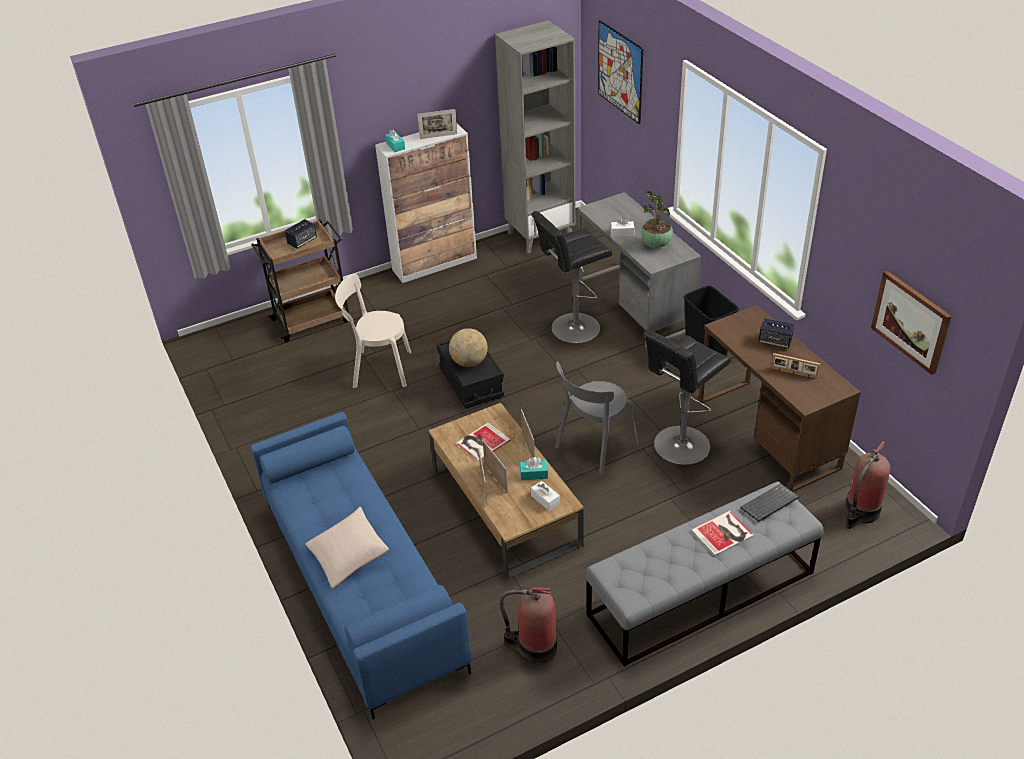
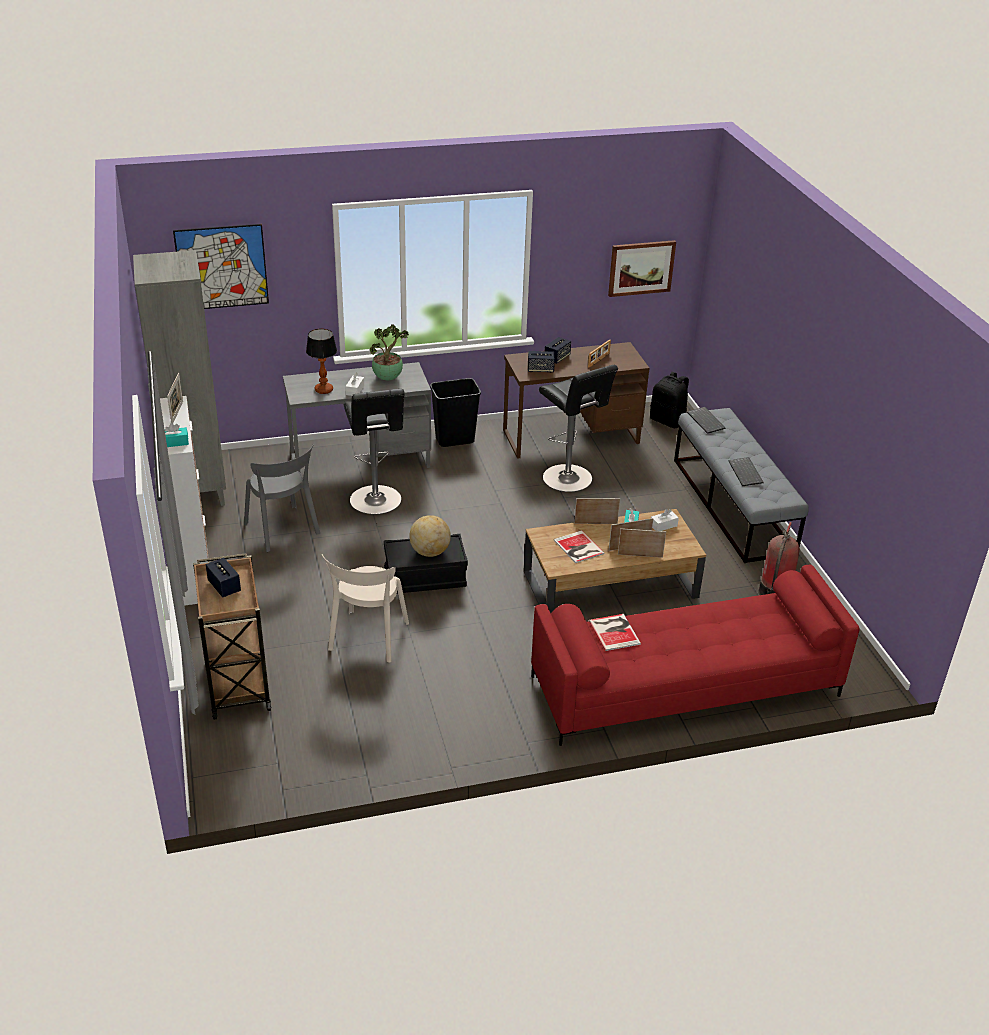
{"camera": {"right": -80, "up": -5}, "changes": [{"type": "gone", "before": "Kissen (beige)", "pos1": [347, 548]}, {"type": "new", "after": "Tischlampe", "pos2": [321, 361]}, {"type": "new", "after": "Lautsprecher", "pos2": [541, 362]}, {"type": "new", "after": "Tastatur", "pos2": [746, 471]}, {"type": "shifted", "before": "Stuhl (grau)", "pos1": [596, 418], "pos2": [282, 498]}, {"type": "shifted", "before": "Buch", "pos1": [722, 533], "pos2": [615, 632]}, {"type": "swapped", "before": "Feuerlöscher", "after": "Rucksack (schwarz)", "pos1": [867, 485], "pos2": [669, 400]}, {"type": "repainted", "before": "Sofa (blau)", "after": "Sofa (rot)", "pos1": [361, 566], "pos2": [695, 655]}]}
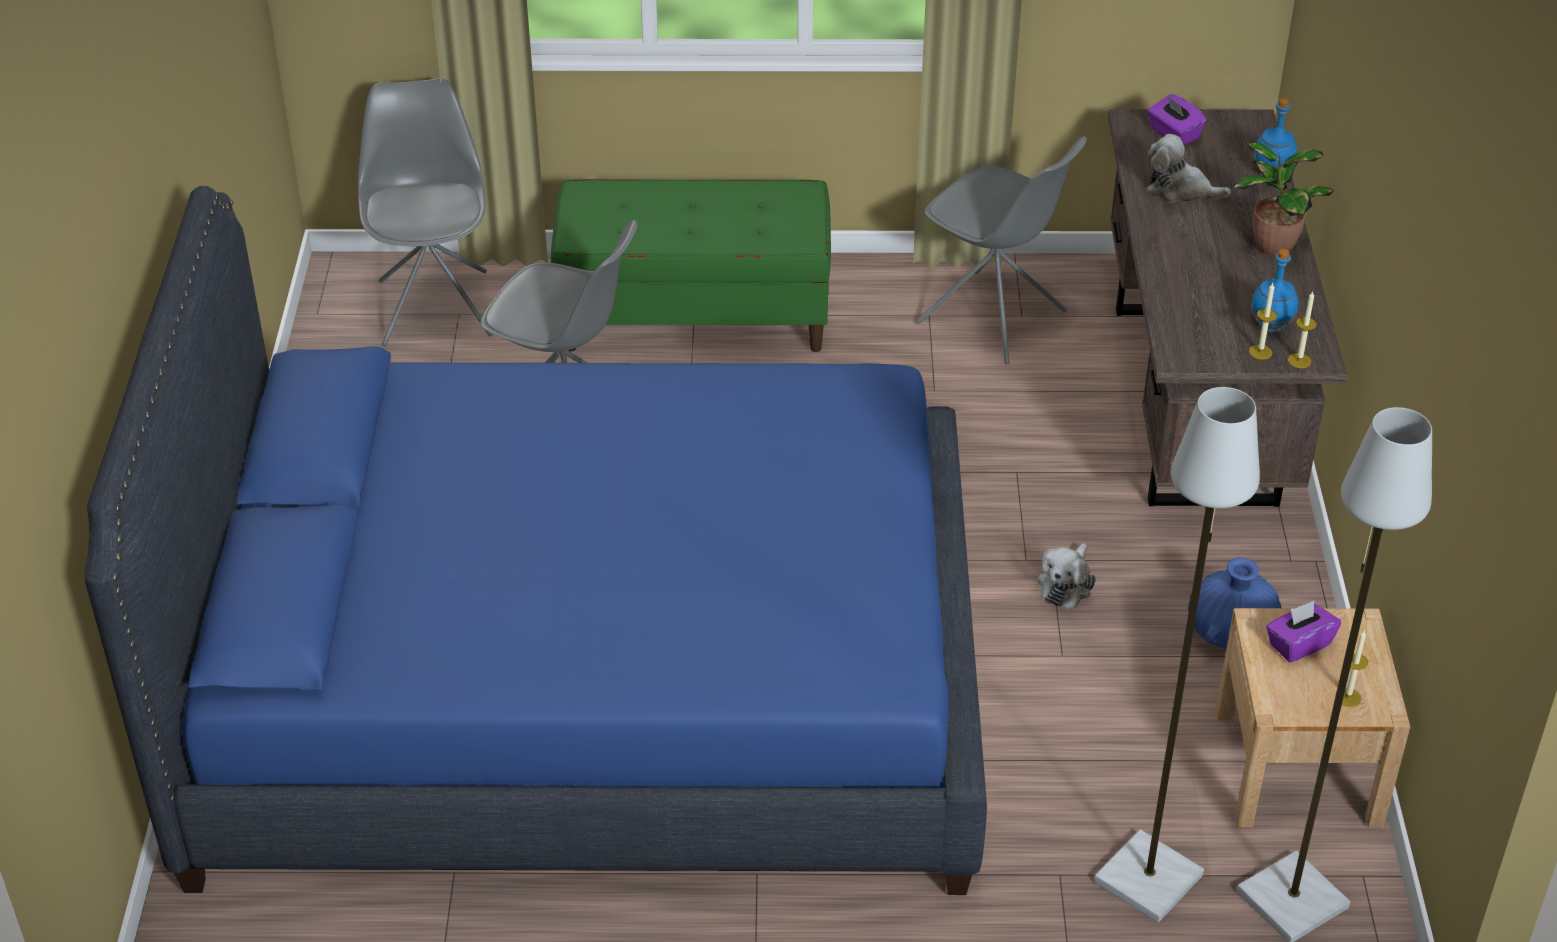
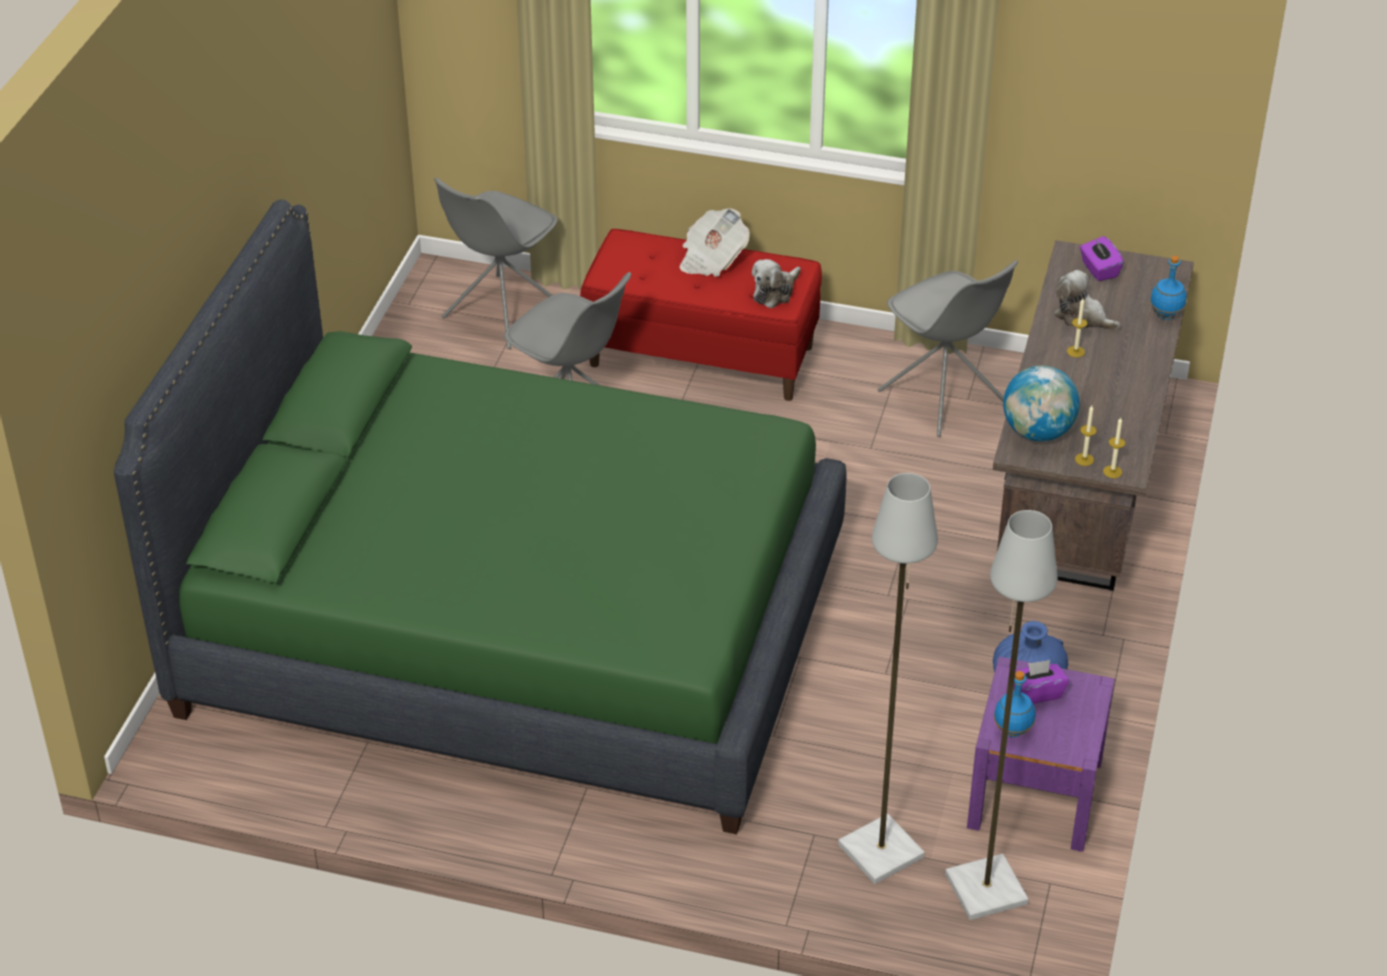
{"camera": {"right": 15, "up": 0}, "changes": [{"type": "gone", "before": "Topfpflanze", "pos1": [1283, 199]}, {"type": "new", "after": "Zeitung", "pos2": [715, 242]}, {"type": "new", "after": "Globus", "pos2": [1041, 403]}, {"type": "shifted", "before": "Plüschtier", "pos1": [1066, 576], "pos2": [776, 283]}, {"type": "shifted", "before": "Flasche (blau)", "pos1": [1274, 290], "pos2": [1015, 704]}, {"type": "shifted", "before": "Kerze", "pos1": [1351, 669], "pos2": [1077, 327]}, {"type": "repainted", "before": "Bett (blau)", "after": "Bett (grün)", "pos1": [536, 540], "pos2": [480, 517]}, {"type": "repainted", "before": "Bank (grün)", "after": "Bank (rot)", "pos1": [691, 265], "pos2": [701, 315]}, {"type": "repainted", "before": "Nachttisch (beige)", "after": "Nachttisch (lila)", "pos1": [1313, 718], "pos2": [1041, 754]}, {"type": "rotated", "before": "Stuhl (grau)", "pos1": [425, 212], "pos2": [495, 263], "turn": -150}]}
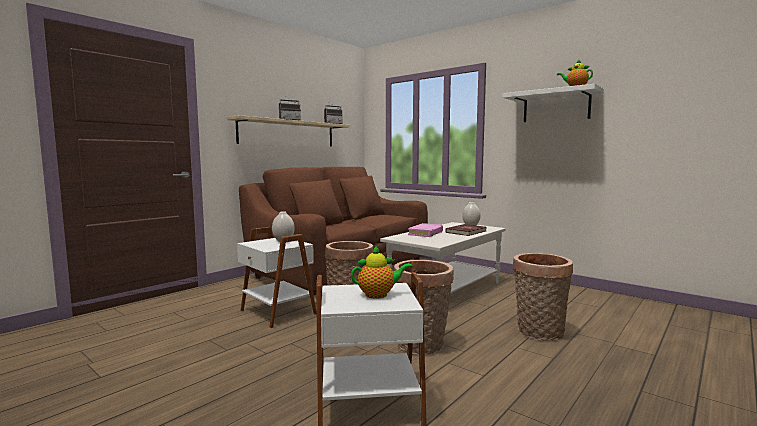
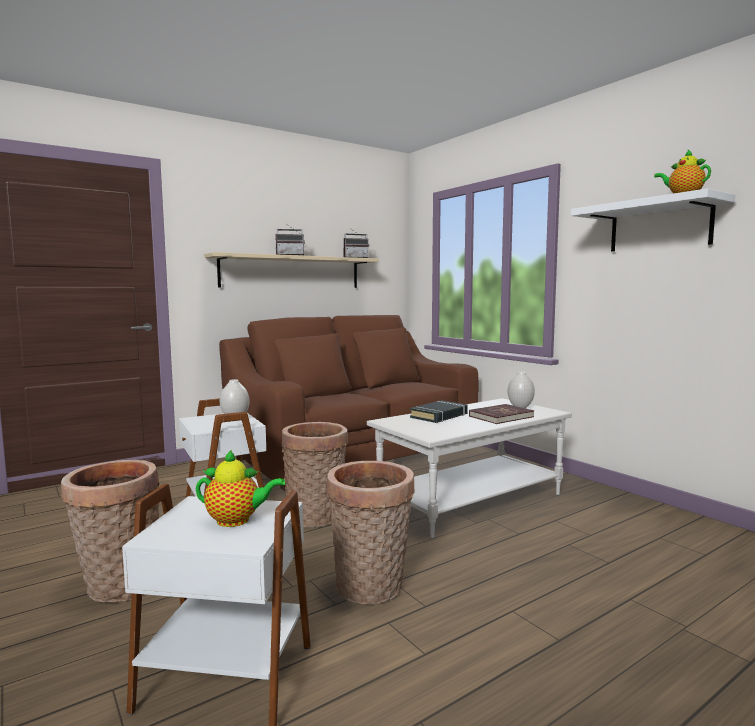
{"camera": {"right": 15, "up": 0}, "changes": [{"type": "shifted", "before": "Korb", "pos1": [543, 297], "pos2": [110, 531]}, {"type": "repainted", "before": "Buch (rosa)", "after": "Buch (schwarz)", "pos1": [425, 230], "pos2": [439, 411]}]}
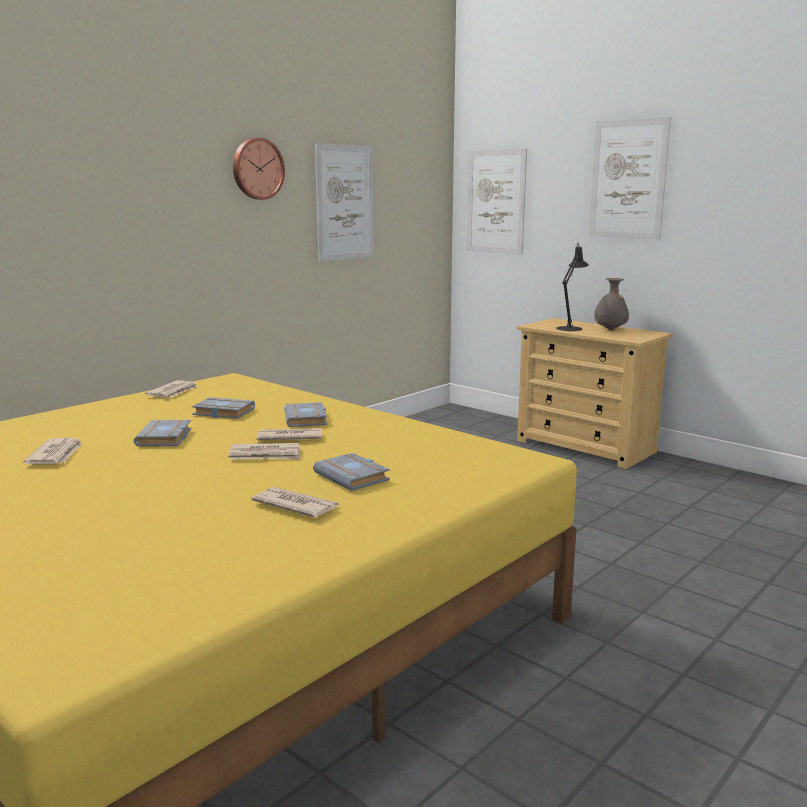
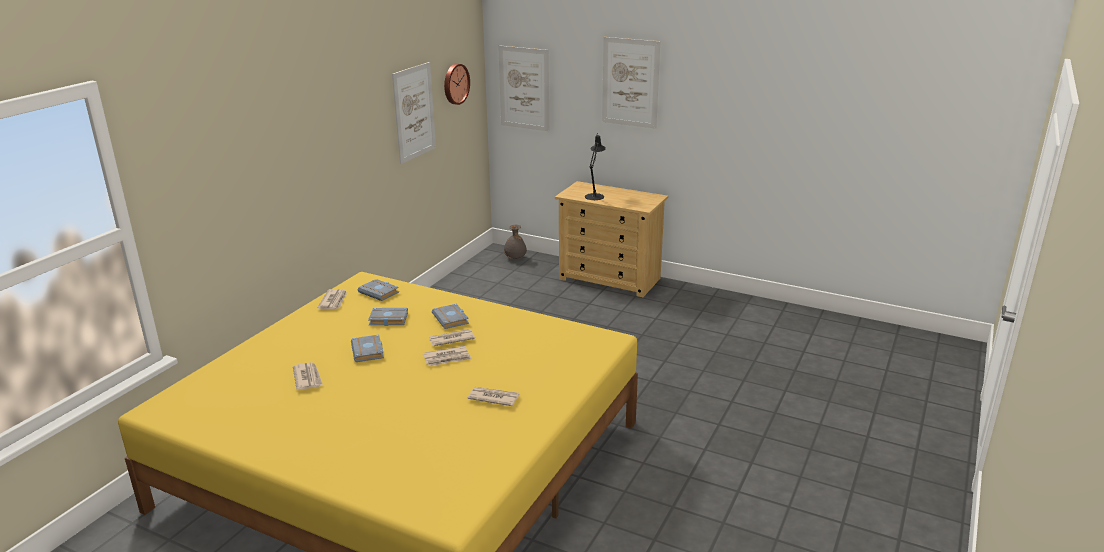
{"camera": {"right": -15, "up": 10}, "changes": [{"type": "shifted", "before": "Wanduhr", "pos1": [259, 169], "pos2": [457, 84]}, {"type": "shifted", "before": "Buch (grau)", "pos1": [351, 472], "pos2": [378, 290]}, {"type": "shifted", "before": "Vase (grau)", "pos1": [611, 304], "pos2": [515, 242]}]}
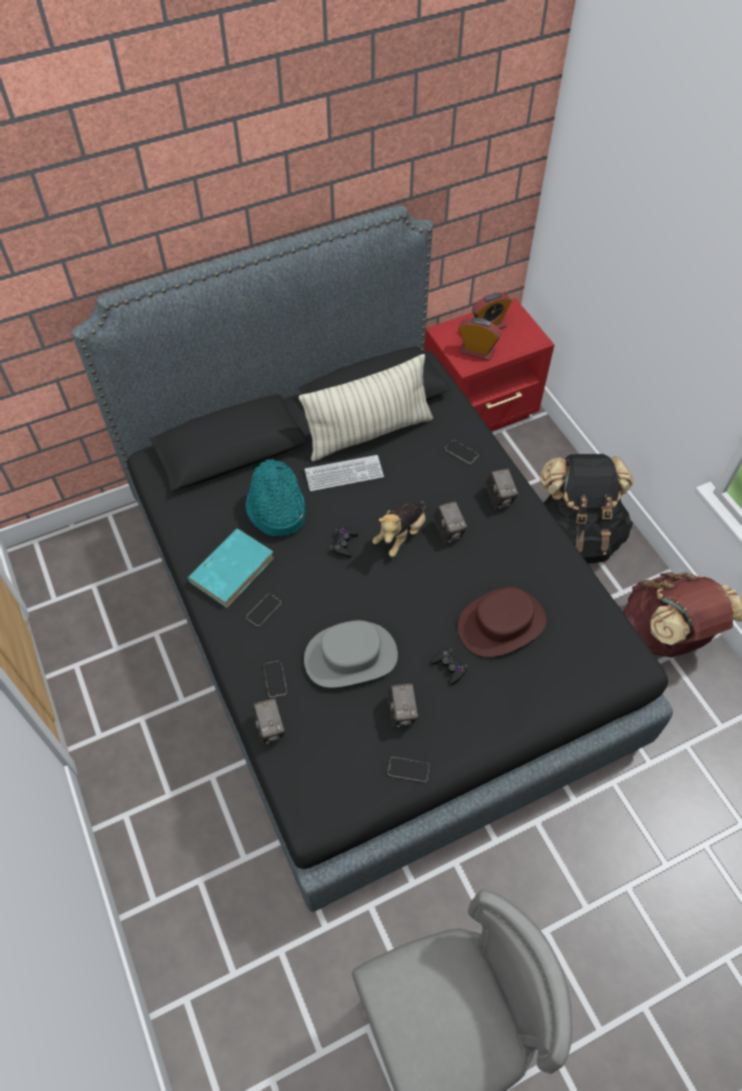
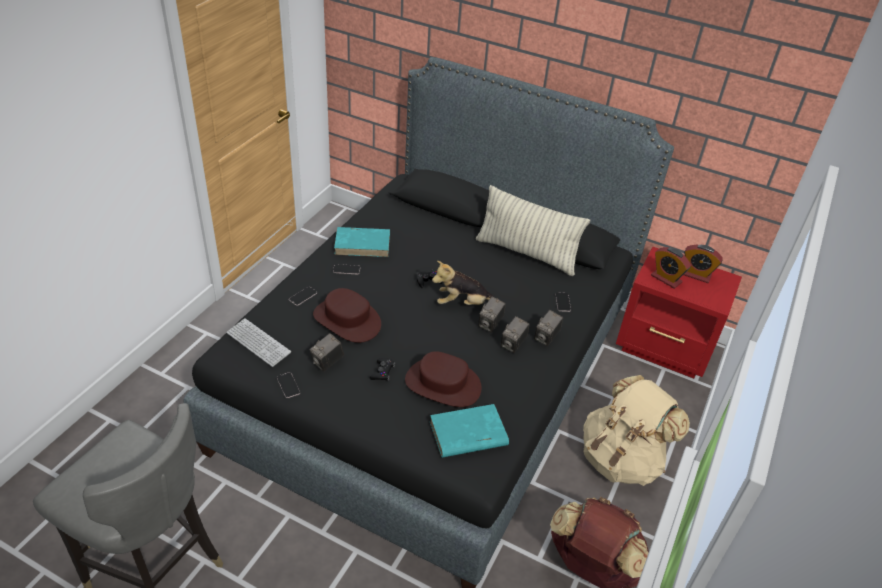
{"camera": {"right": 50, "up": -15}, "changes": [{"type": "gone", "before": "Hut (türkis)", "pos1": [275, 497]}, {"type": "new", "after": "Buch (türkis)", "pos2": [469, 431]}, {"type": "shifted", "before": "Kamera", "pos1": [269, 721], "pos2": [515, 334]}, {"type": "shifted", "before": "Tastatur", "pos1": [344, 473], "pos2": [258, 342]}, {"type": "repainted", "before": "Hut (grau)", "after": "Hut (braun)", "pos1": [351, 654], "pos2": [347, 315]}, {"type": "repainted", "before": "Rucksack (schwarz)", "after": "Rucksack (beige)", "pos1": [587, 508], "pos2": [636, 430]}, {"type": "rotated", "before": "Wecker", "pos1": [480, 339], "pos2": [671, 268], "turn": 150}]}
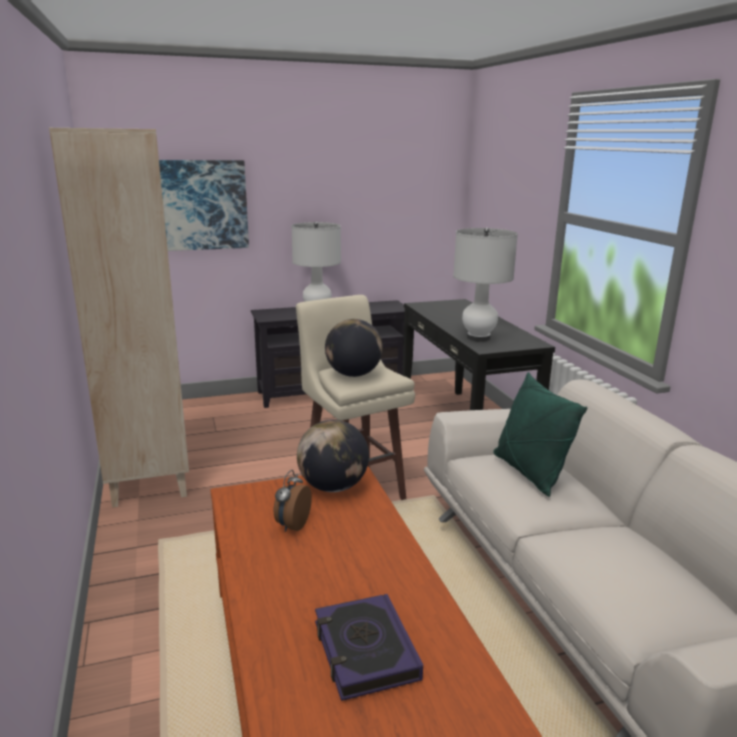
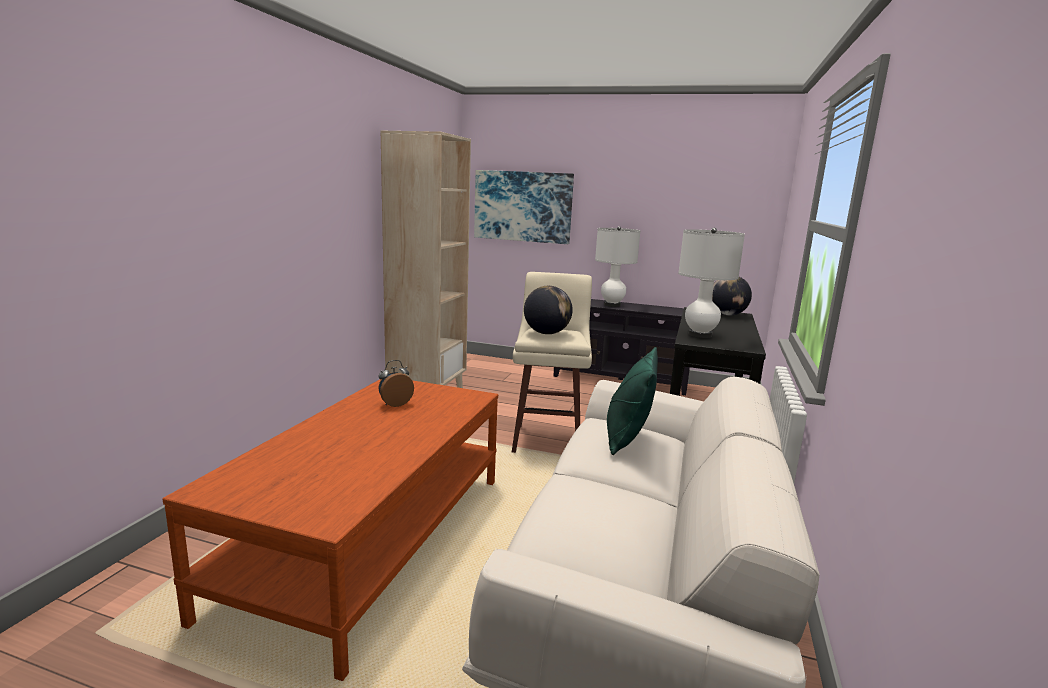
{"camera": {"right": 35, "up": -5}, "changes": [{"type": "gone", "before": "Buch", "pos1": [369, 647]}, {"type": "shifted", "before": "Globus", "pos1": [333, 455], "pos2": [732, 296]}]}
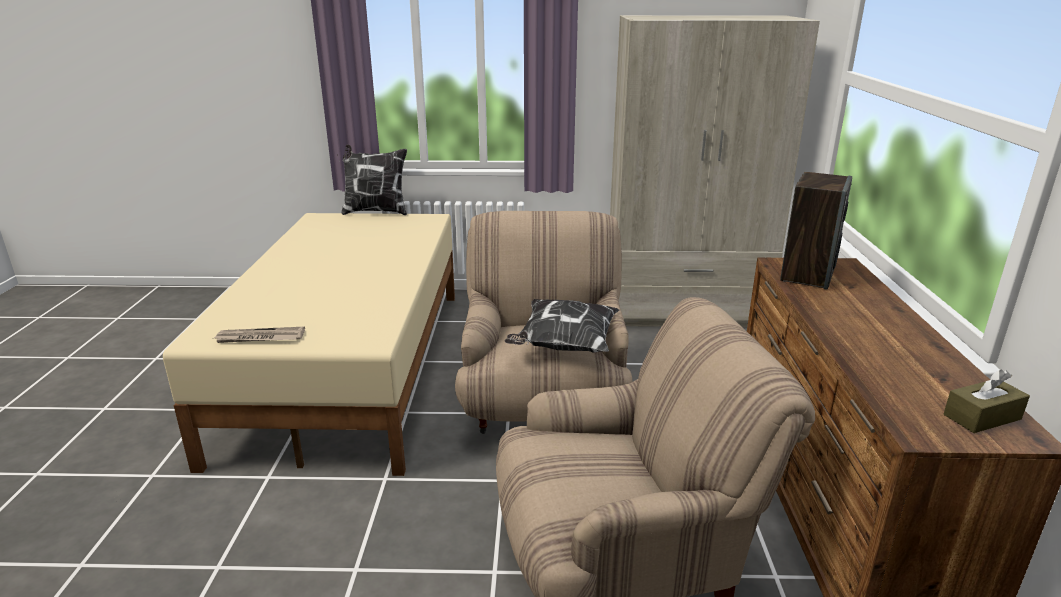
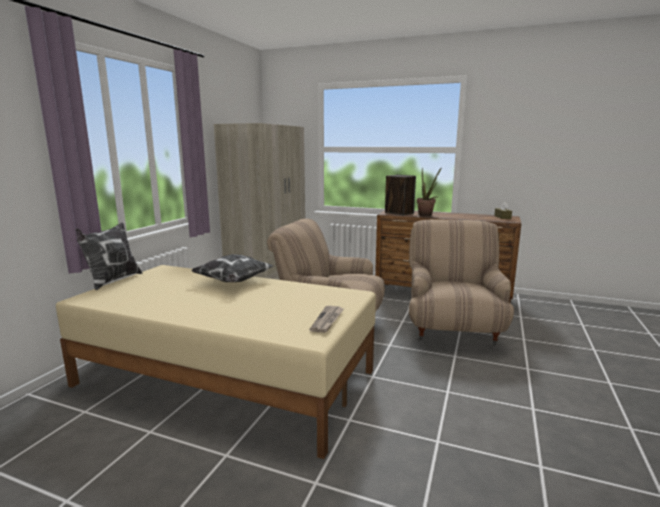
{"camera": {"right": -70, "up": -10}, "changes": [{"type": "new", "after": "Topfpflanze", "pos2": [429, 191]}, {"type": "shifted", "before": "Kissen", "pos1": [562, 326], "pos2": [232, 268]}]}
